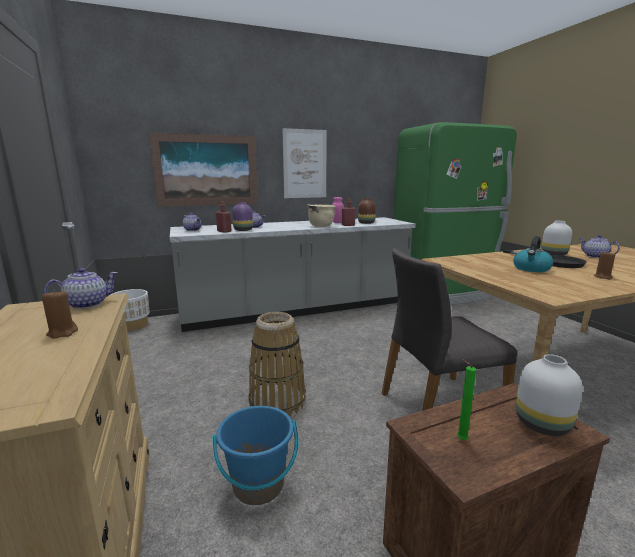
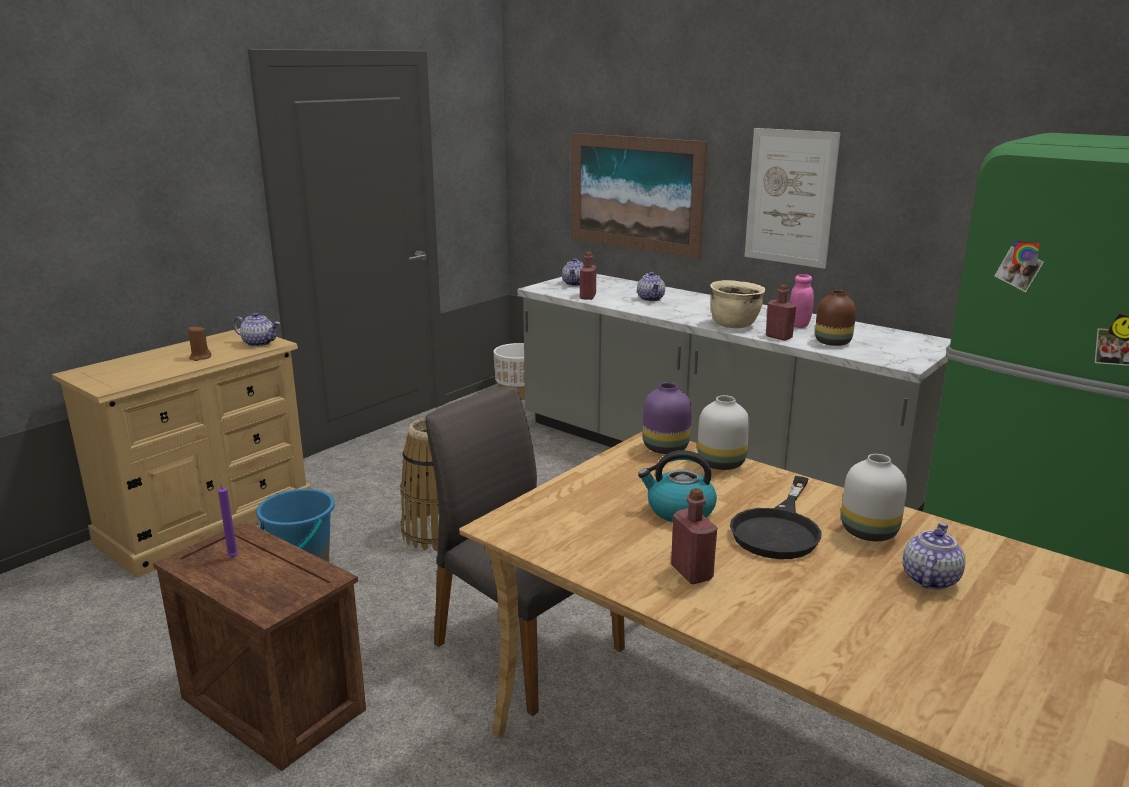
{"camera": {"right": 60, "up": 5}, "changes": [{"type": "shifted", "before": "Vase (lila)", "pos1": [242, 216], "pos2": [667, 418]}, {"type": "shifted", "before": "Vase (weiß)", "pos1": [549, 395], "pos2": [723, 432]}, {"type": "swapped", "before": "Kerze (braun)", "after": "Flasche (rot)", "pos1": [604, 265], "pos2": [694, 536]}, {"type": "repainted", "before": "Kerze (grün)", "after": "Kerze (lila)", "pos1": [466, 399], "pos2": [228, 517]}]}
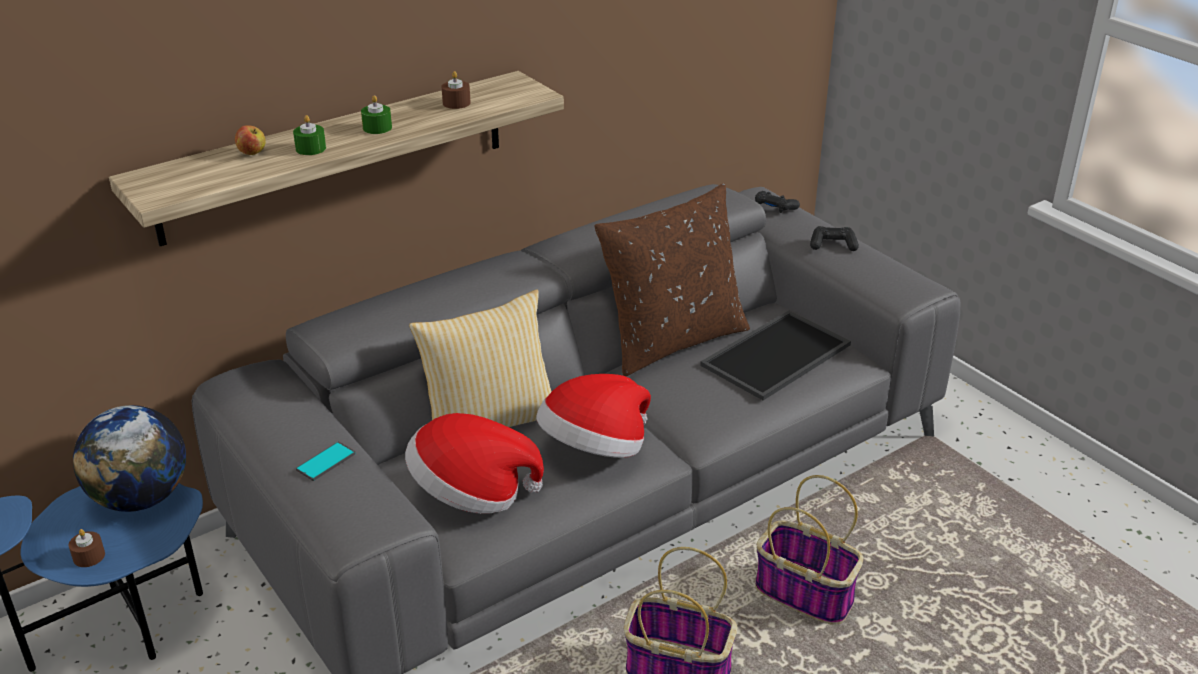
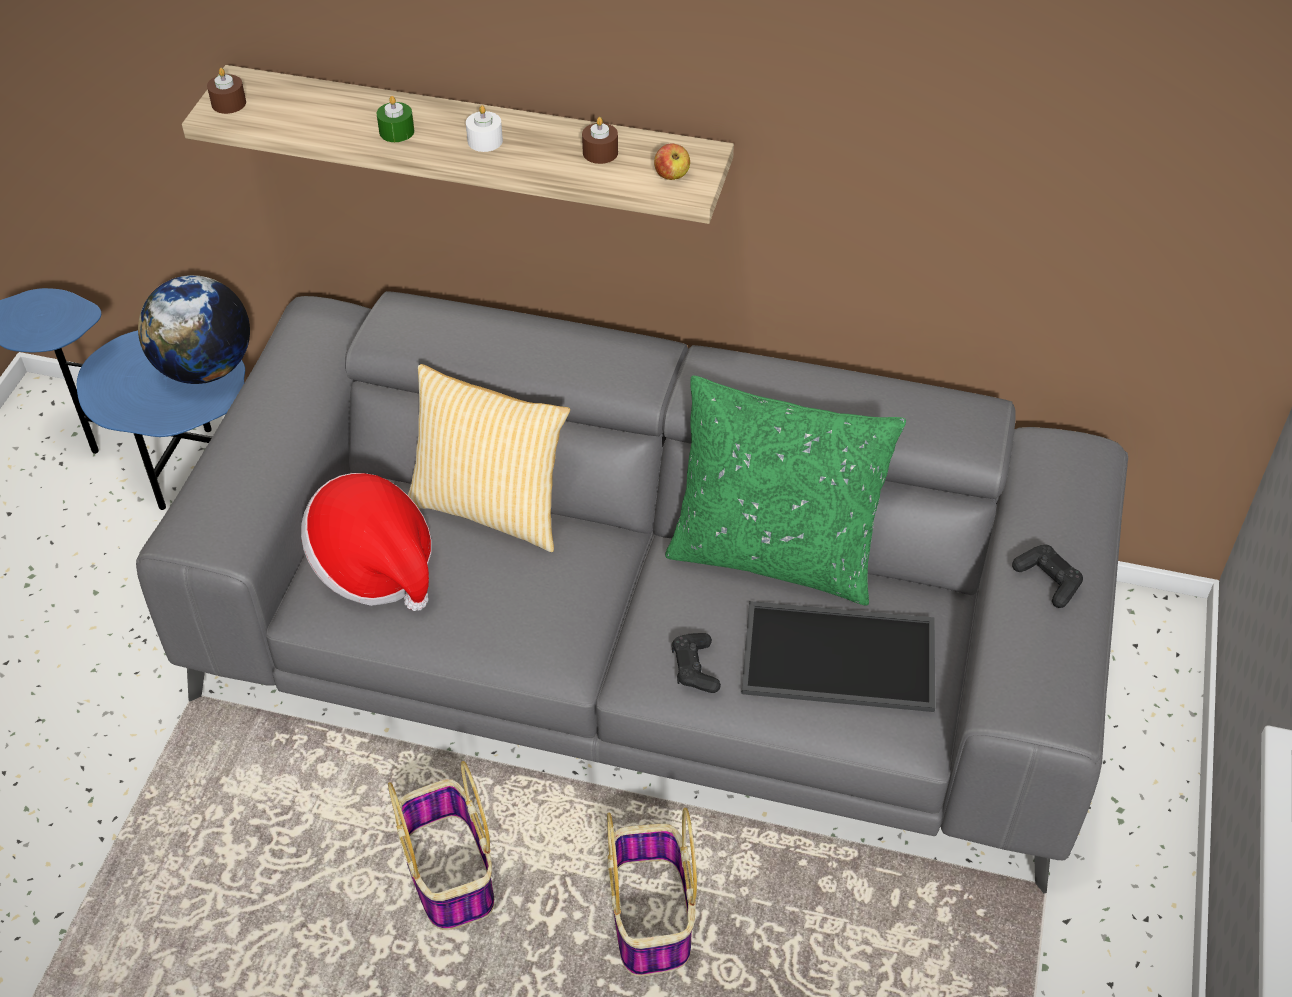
{"camera": {"right": 50, "up": 15}, "changes": [{"type": "gone", "before": "Handy", "pos1": [326, 461]}, {"type": "gone", "before": "Hut", "pos1": [594, 416]}, {"type": "shifted", "before": "Kerze (braun)", "pos1": [87, 548], "pos2": [226, 91]}, {"type": "shifted", "before": "Apfel", "pos1": [250, 140], "pos2": [672, 161]}, {"type": "shifted", "before": "Gamepad (schwarz)", "pos1": [777, 202], "pos2": [696, 663]}, {"type": "repainted", "before": "Kerze (grün)", "after": "Kerze (weiß)", "pos1": [376, 114], "pos2": [484, 128]}, {"type": "repainted", "before": "Kissen (braun)", "after": "Kissen (grün)", "pos1": [672, 280], "pos2": [785, 491]}]}
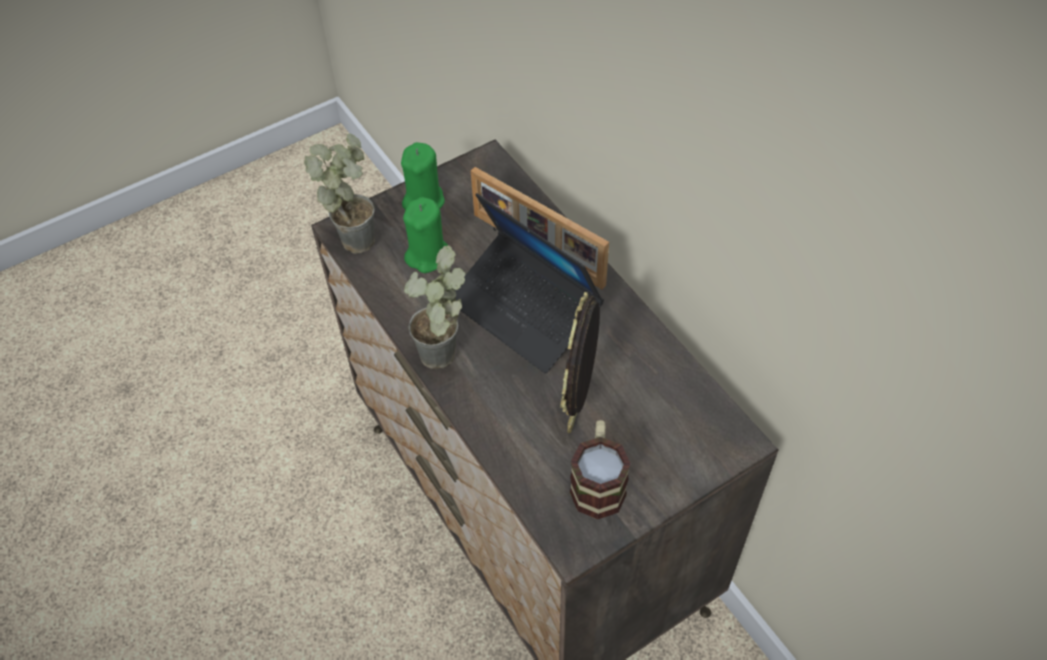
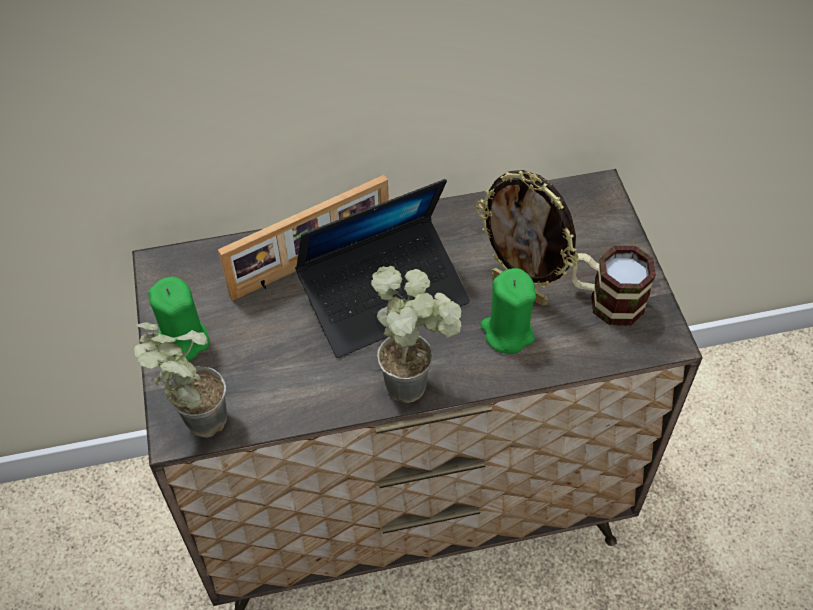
{"camera": {"right": -70, "up": 0}, "changes": [{"type": "shifted", "before": "Kerze (grün)", "pos1": [425, 235], "pos2": [508, 311]}]}
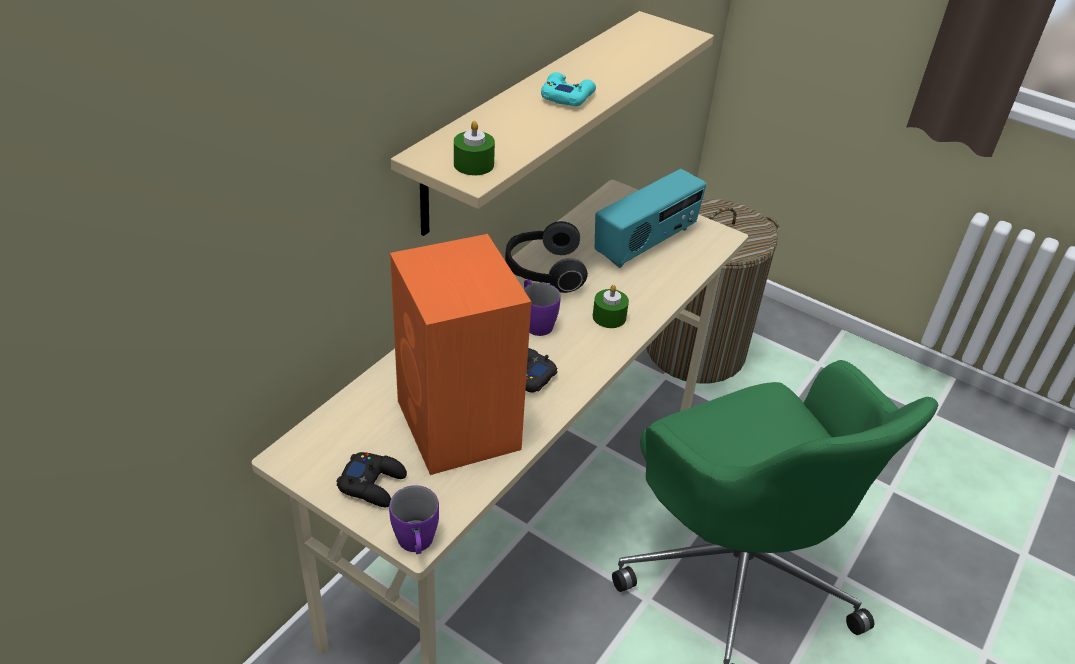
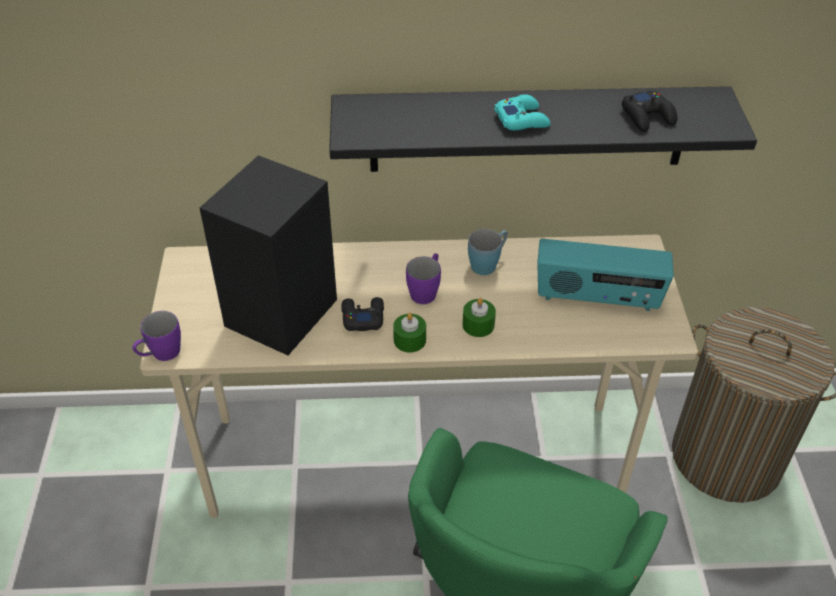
{"camera": {"right": 55, "up": 5}, "changes": [{"type": "shifted", "before": "Gamepad (schwarz)", "pos1": [371, 479], "pos2": [650, 111]}, {"type": "shifted", "before": "Kerze (grün)", "pos1": [474, 148], "pos2": [409, 333]}, {"type": "swapped", "before": "Kopfhörer", "after": "Henkelbecher (blau)", "pos1": [546, 257], "pos2": [488, 252]}, {"type": "repainted", "before": "Lautsprecher (orange)", "after": "Lautsprecher (schwarz)", "pos1": [460, 354], "pos2": [268, 255]}, {"type": "repainted", "before": "Wandregal (beige)", "after": "Wandregal (schwarz)", "pos1": [552, 123], "pos2": [543, 129]}]}
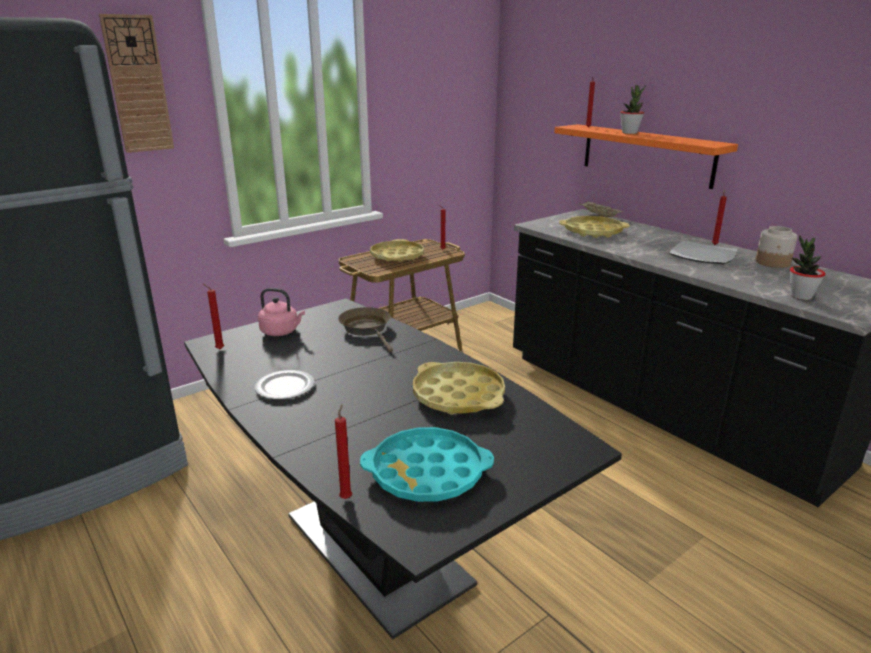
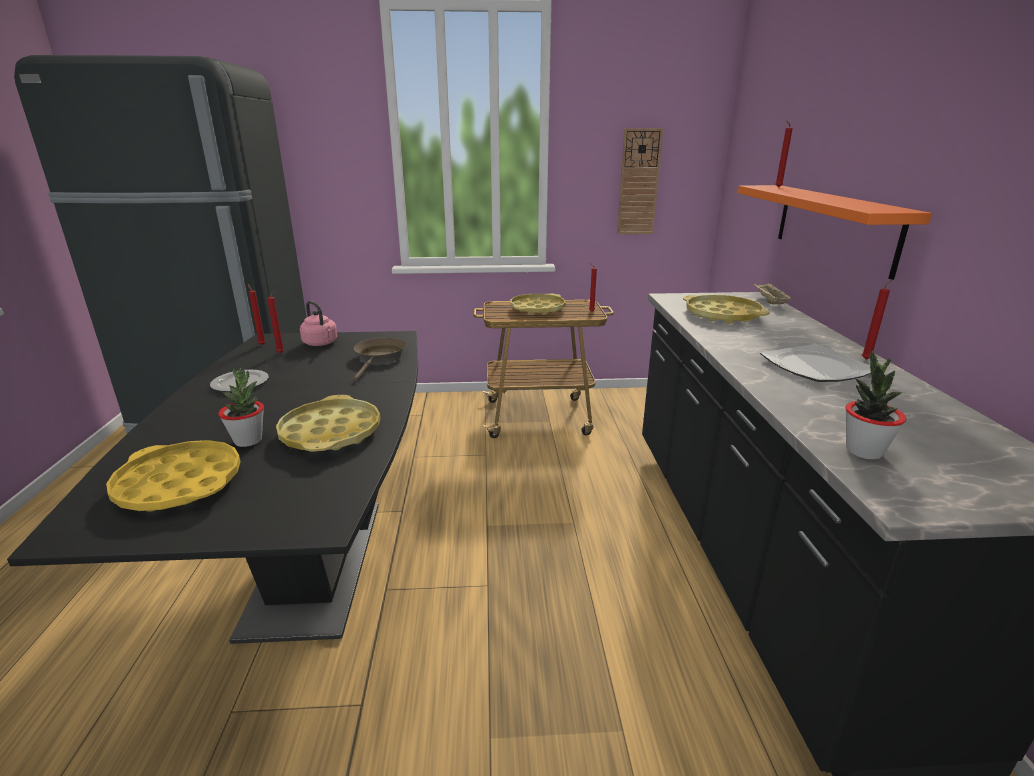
{"camera": {"right": 35, "up": 0}, "changes": [{"type": "gone", "before": "Vorratsglas", "pos1": [776, 247]}, {"type": "shifted", "before": "Wanduhr", "pos1": [136, 83], "pos2": [640, 181]}, {"type": "shifted", "before": "Kerze (rot)", "pos1": [343, 451], "pos2": [275, 321]}, {"type": "shifted", "before": "Topfpflanze", "pos1": [633, 109], "pos2": [241, 407]}, {"type": "repainted", "before": "Tablett (türkis)", "after": "Tablett (gelb)", "pos1": [427, 464], "pos2": [173, 476]}]}
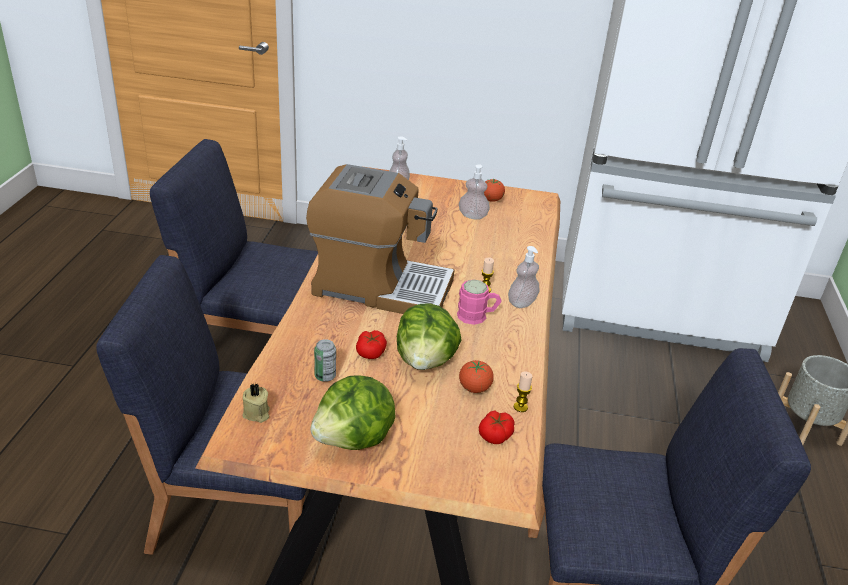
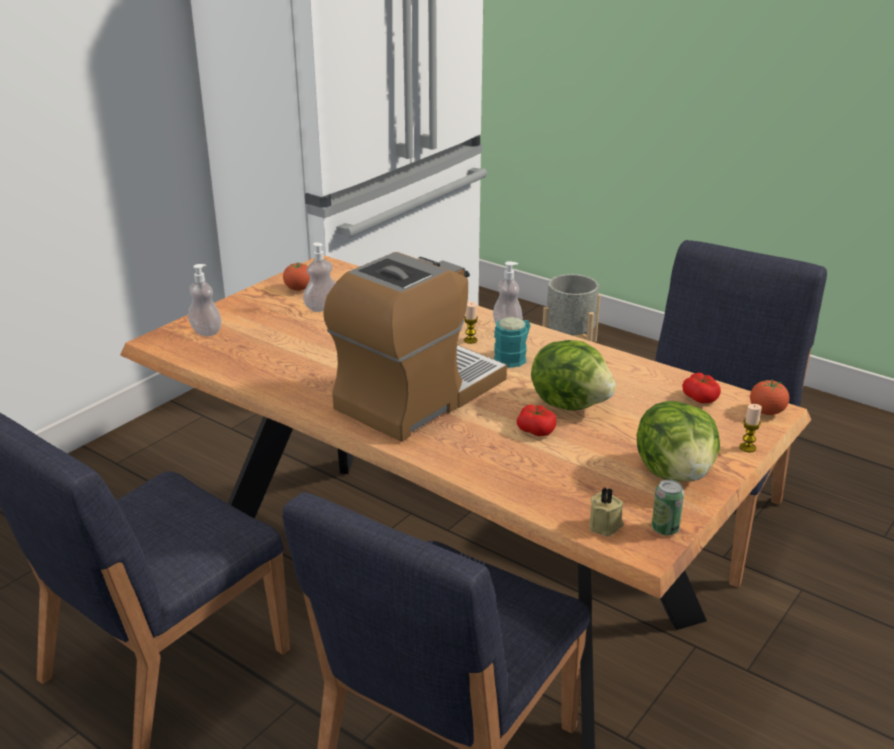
{"camera": {"right": -60, "up": -5}, "changes": [{"type": "shifted", "before": "Dose", "pos1": [325, 360], "pos2": [667, 507]}, {"type": "shifted", "before": "Tomate", "pos1": [476, 376], "pos2": [769, 397]}, {"type": "shifted", "before": "Kerze", "pos1": [523, 392], "pos2": [750, 428]}, {"type": "repainted", "before": "Henkelbecher (rosa)", "after": "Henkelbecher (türkis)", "pos1": [479, 302], "pos2": [512, 342]}]}
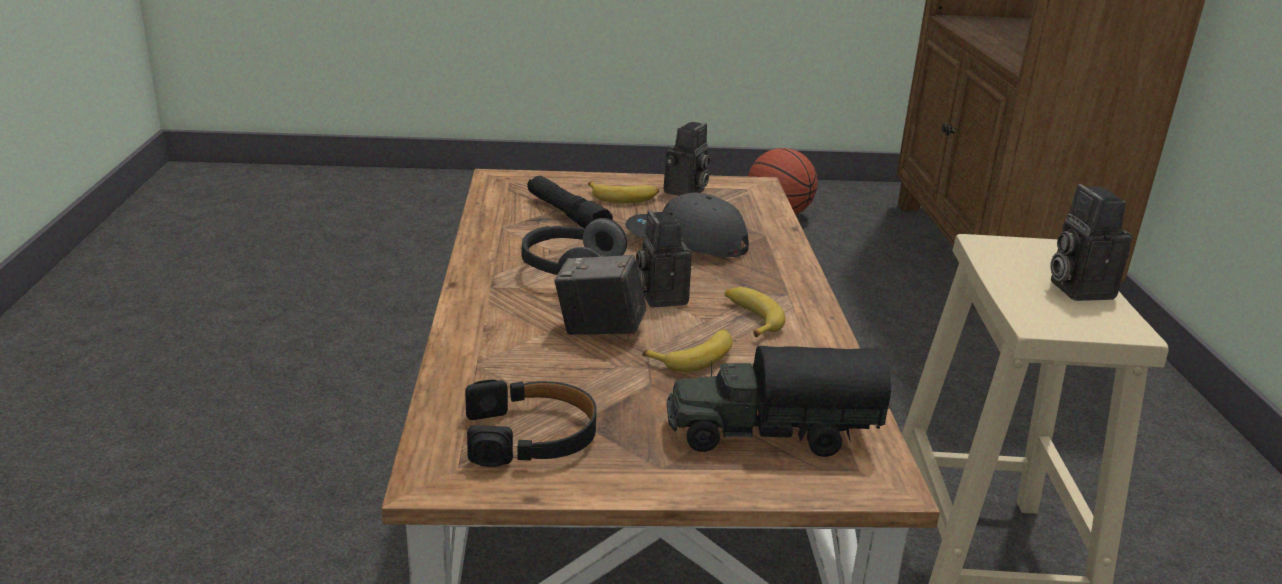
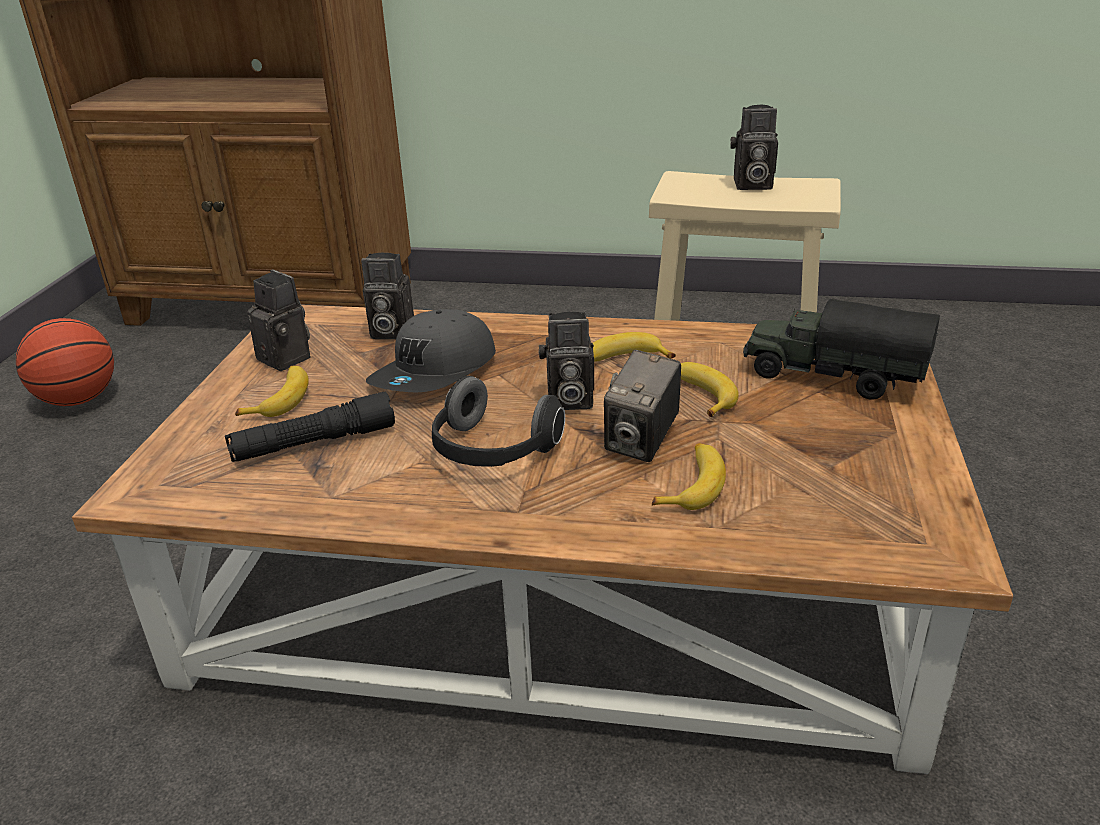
{"camera": {"right": -75, "up": 5}, "changes": [{"type": "gone", "before": "Kopfhörer (schwarz)", "pos1": [531, 423]}, {"type": "new", "after": "Kamera", "pos2": [387, 296]}, {"type": "new", "after": "Banane", "pos2": [689, 476]}, {"type": "rotated", "before": "Spielzeuglaster", "pos1": [779, 401], "pos2": [841, 349], "turn": 105}]}
